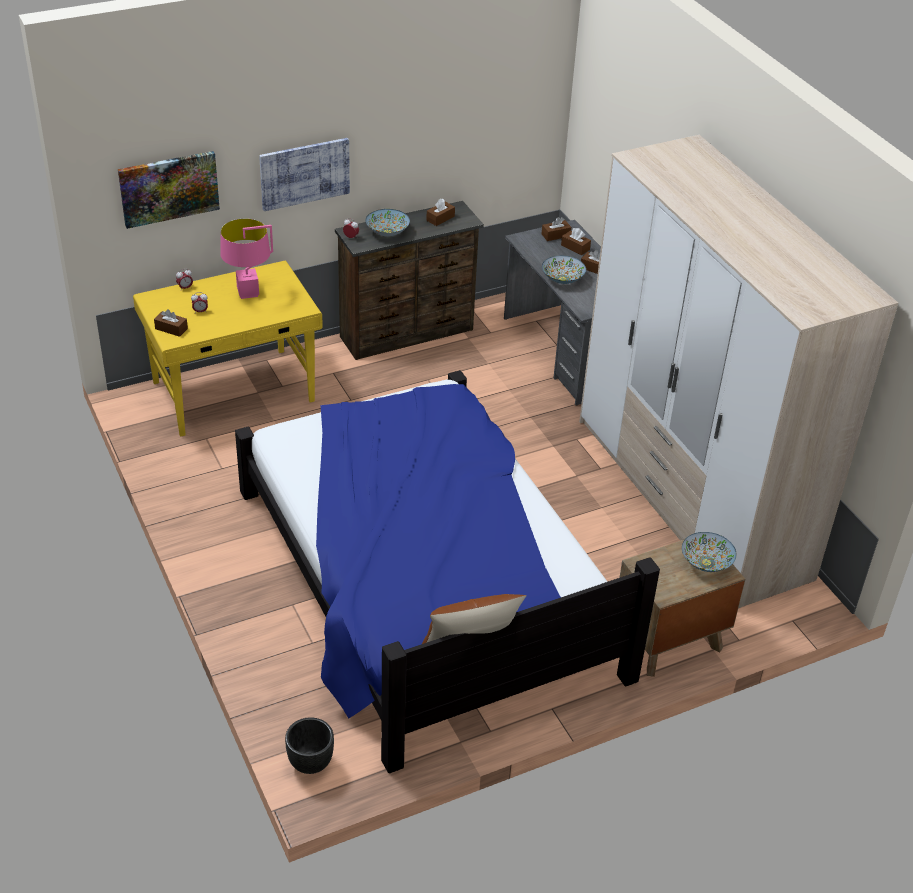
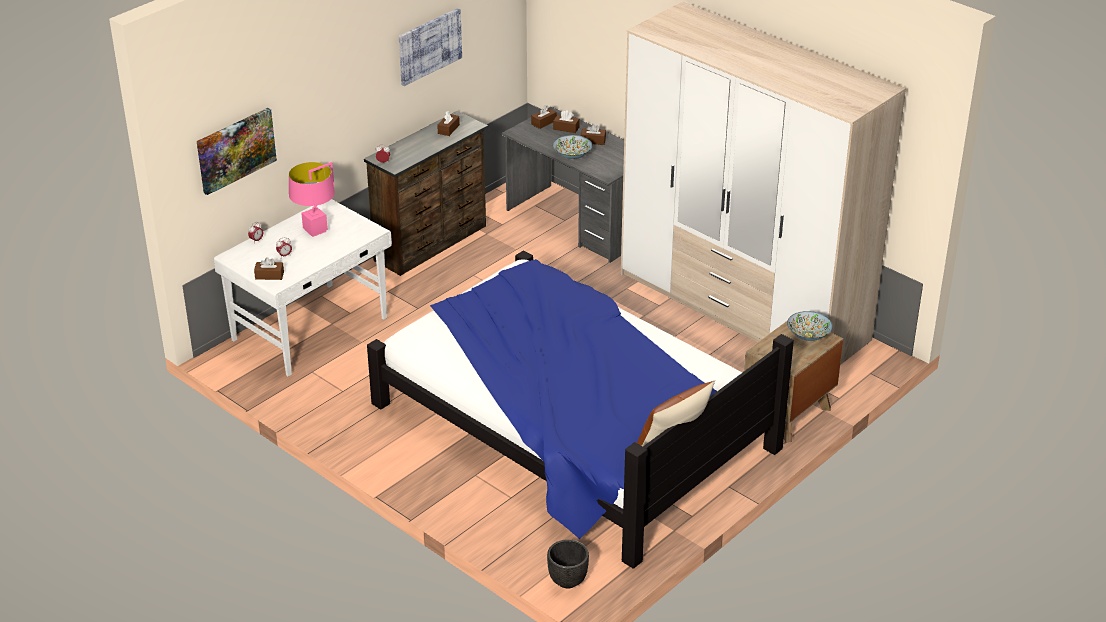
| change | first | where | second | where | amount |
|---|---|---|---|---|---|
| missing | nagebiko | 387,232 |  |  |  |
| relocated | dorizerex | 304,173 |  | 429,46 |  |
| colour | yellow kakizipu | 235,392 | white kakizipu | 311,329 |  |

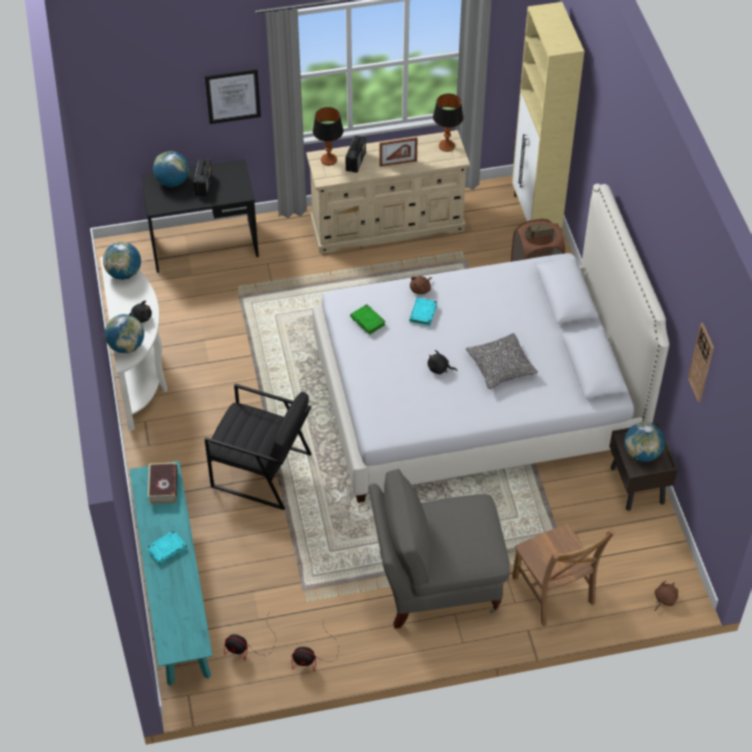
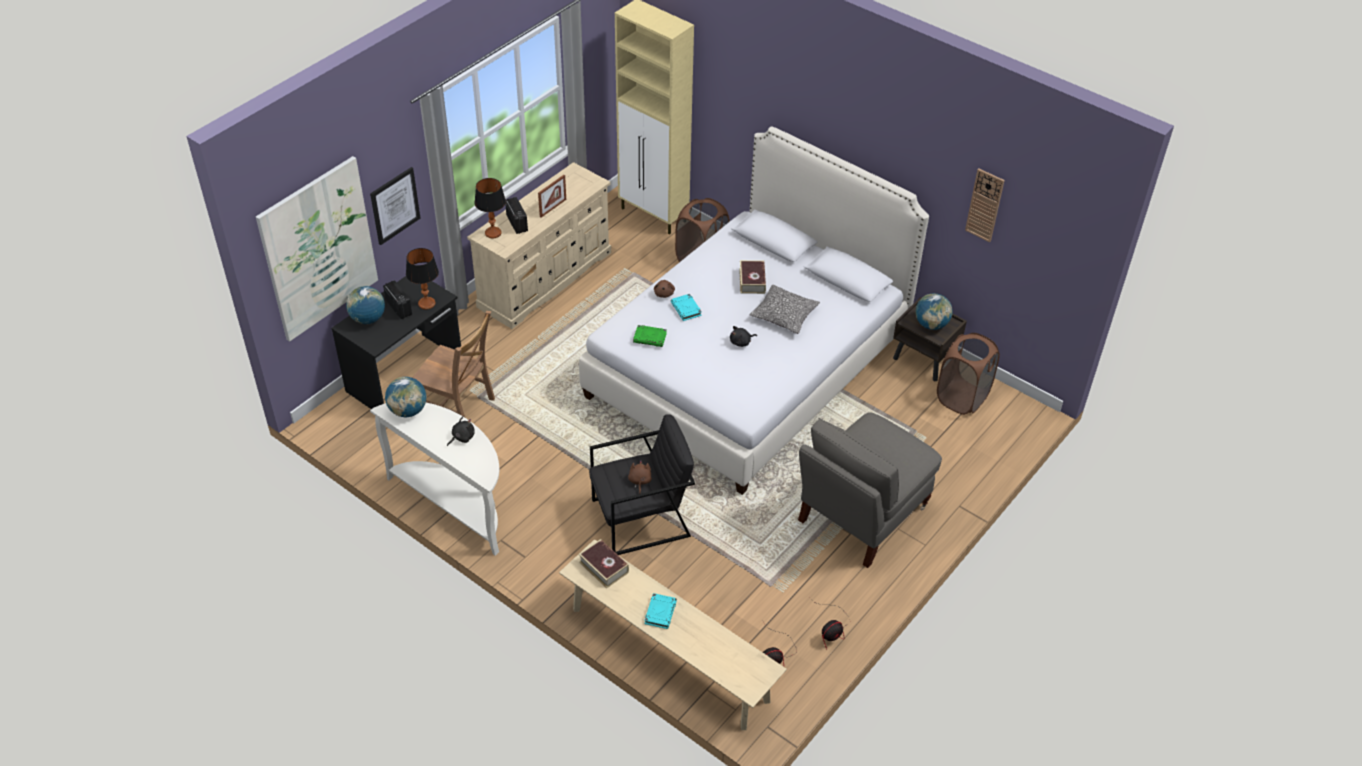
| change | first | where | second | where | amount |
|---|---|---|---|---|---|
| missing | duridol | 126,346 |  |  |  |
| appeared |  |  | dorizerex | 319,249 |  |
| appeared |  |  | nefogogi | 752,281 |  |
| appeared |  |  | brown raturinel | 962,398 |  |
| relocated | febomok | 446,146 |  | 426,303 |  |
| relocated | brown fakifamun | 554,593 |  | 459,409 |  |
| relocated | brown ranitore | 664,599 |  | 639,481 |  |
| colour | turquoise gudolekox | 174,590 | beige gudolekox | 669,654 |  |

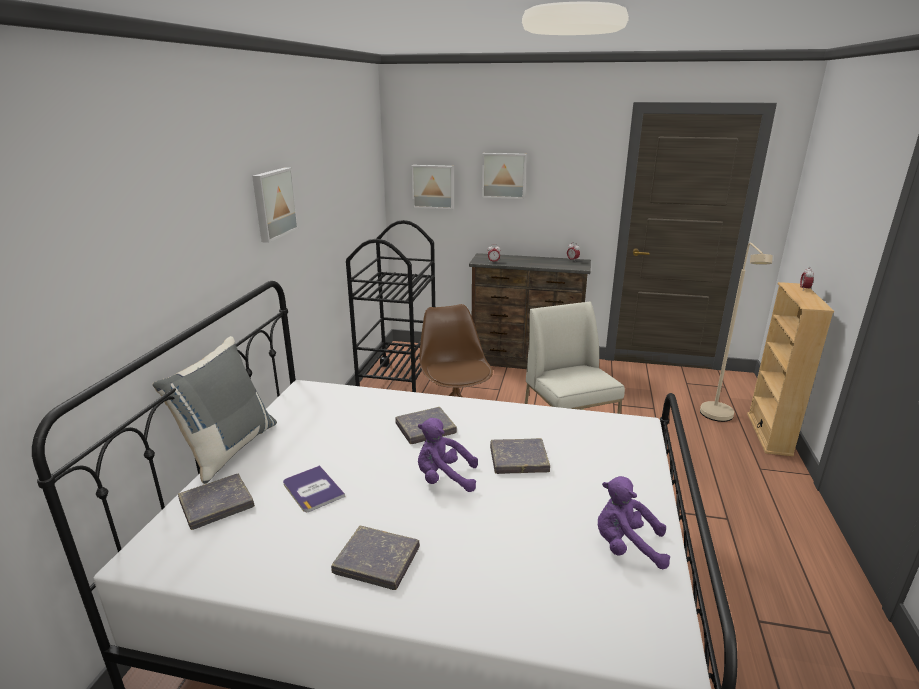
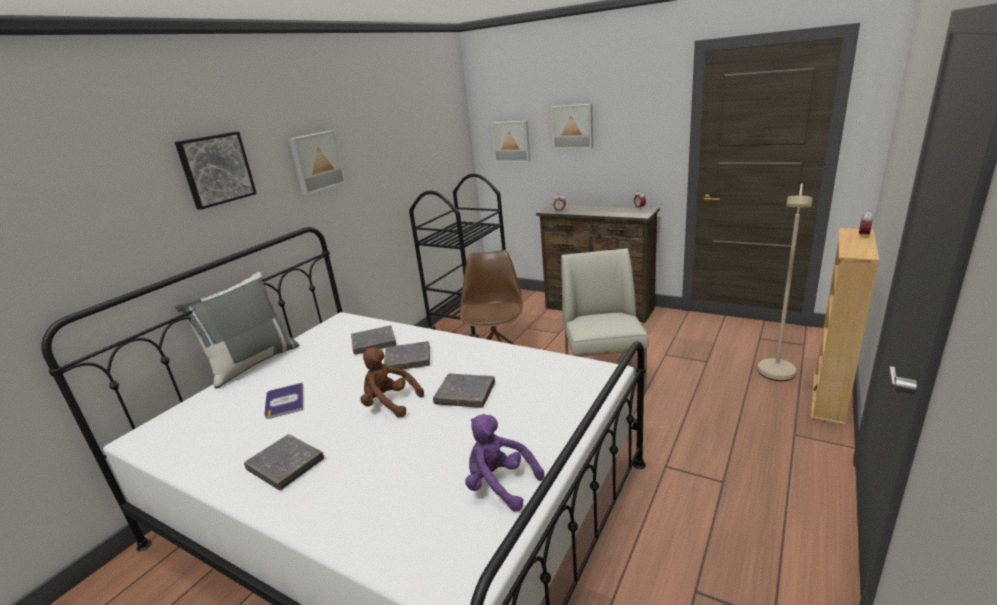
| change | first | where | second | where | amount |
|---|---|---|---|---|---|
| appeared |  |  | dorizerex | 216,169 |  |
| relocated | grey nefogogi | 217,505 |  | 374,343 |  |
| colour | purple ranitore | 444,478 | brown ranitore | 389,404 |  |

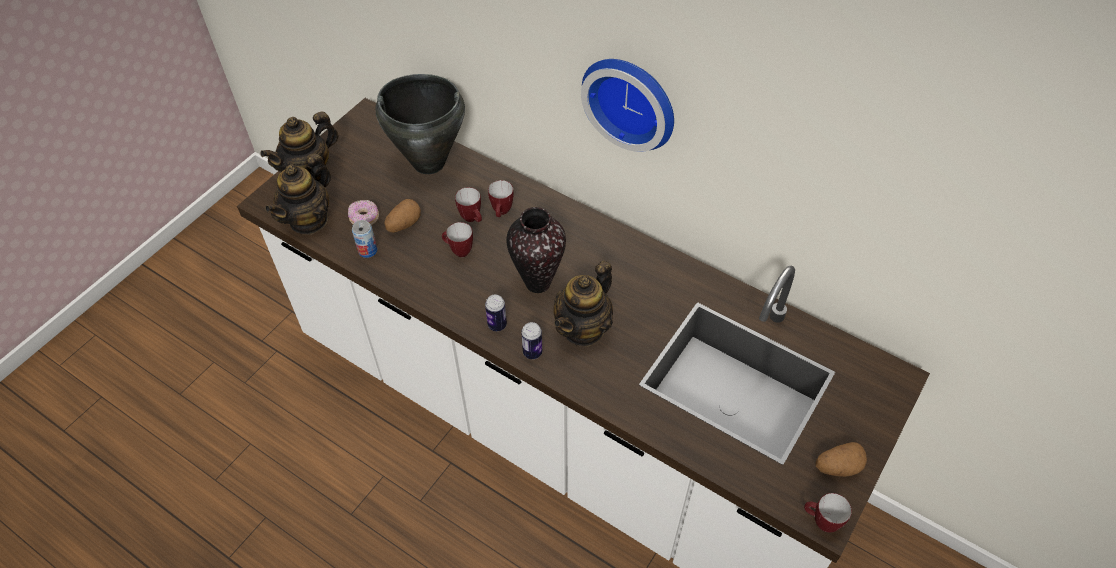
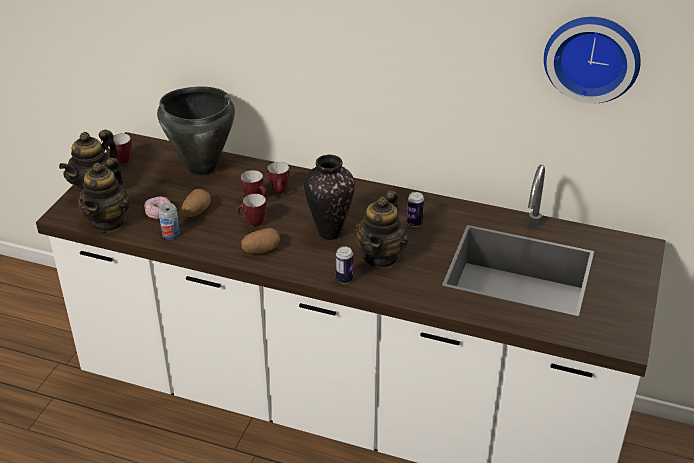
| change | first | where | second | where | amount |
|---|---|---|---|---|---|
| relocated | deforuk | 497,325 |  | 414,223 |  |
| relocated | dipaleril | 632,100 |  | 592,57 |  |
| relocated | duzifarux | 820,522 |  | 120,160 |  |
| relocated | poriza | 837,466 |  | 261,250 |  |

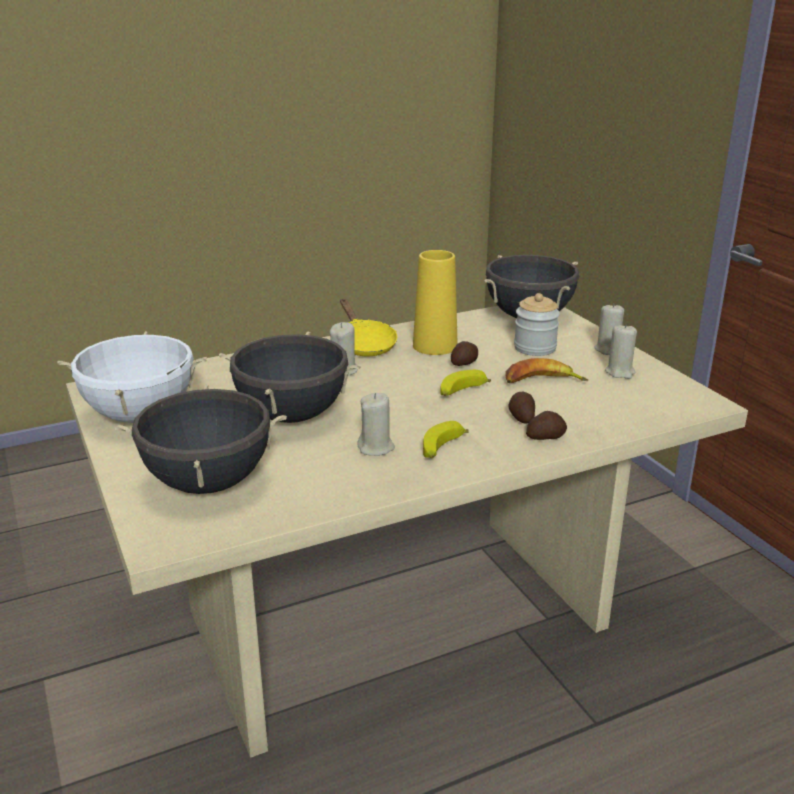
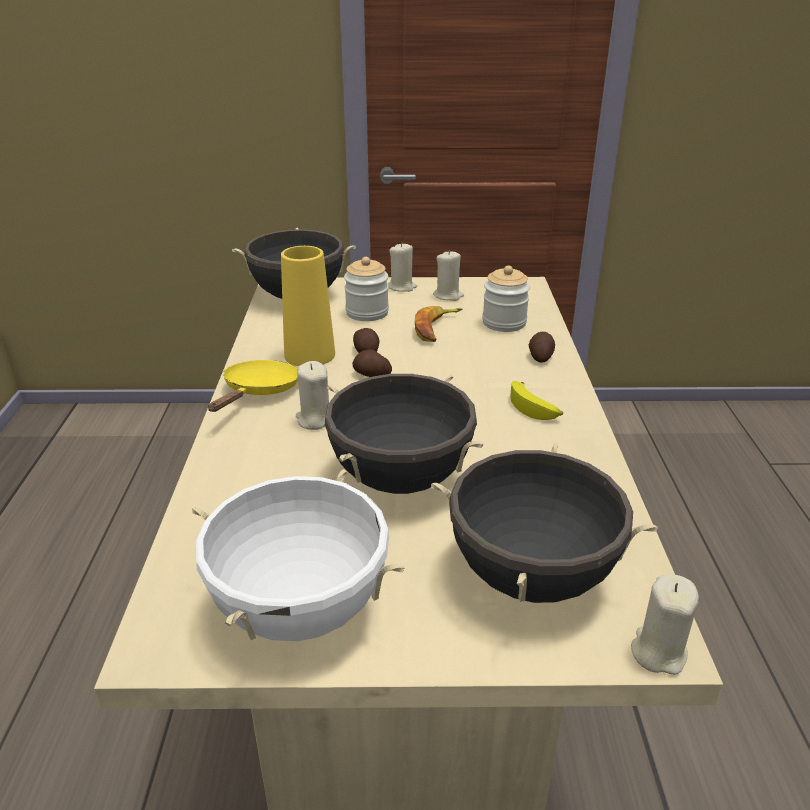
| change | first | where | second | where | amount |
|---|---|---|---|---|---|
| missing | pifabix | 461,392 |  |  |  |
| appeared |  |  | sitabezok | 504,323 |  |
| relocated | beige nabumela | 376,448 |  | 658,652 |  |
| relocated | poriza | 521,417 |  | 371,375 |  |
| spun | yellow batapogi | 363,344 |  | 259,391 | 75 degrees counterclockwise |

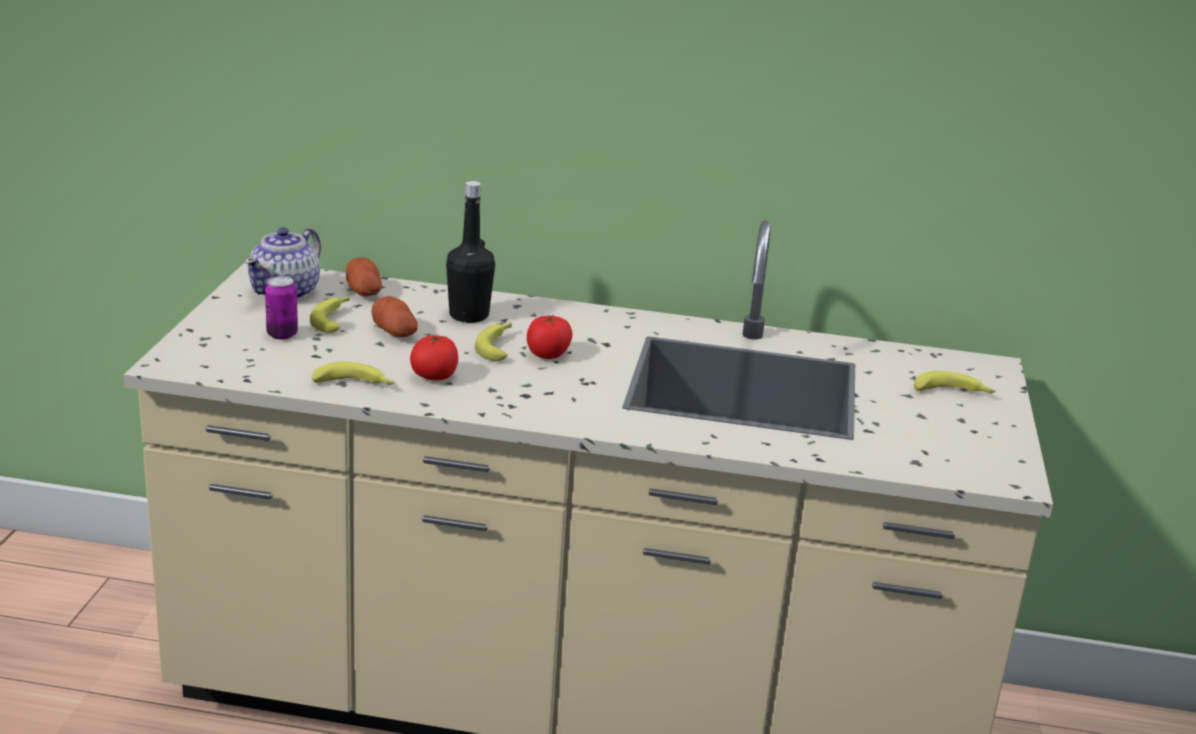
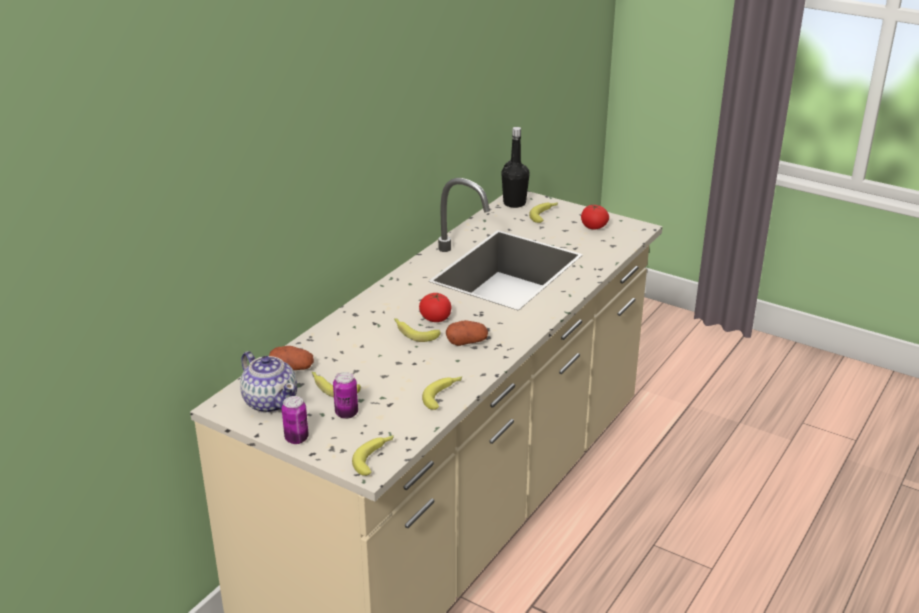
| change | first | where | second | where | amount |
|---|---|---|---|---|---|
| appeared |  |  | deforuk | 296,438 |  |
| appeared |  |  | pifabix | 375,458 |  |
| relocated | poriza | 394,332 |  | 467,342 |  |
| relocated | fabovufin | 434,376 |  | 593,227 |  |
| relocated | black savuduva | 469,315 |  | 514,203 |  |

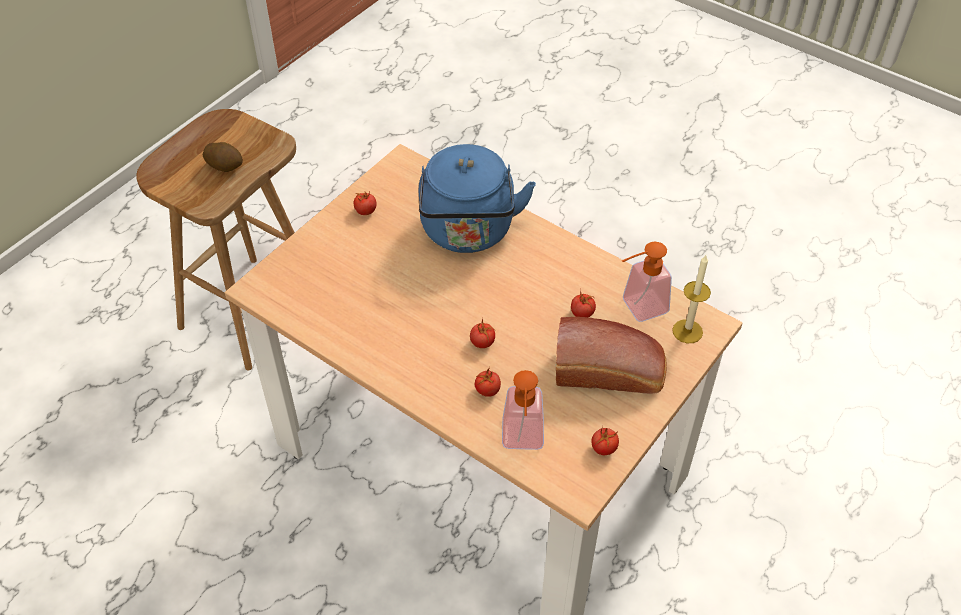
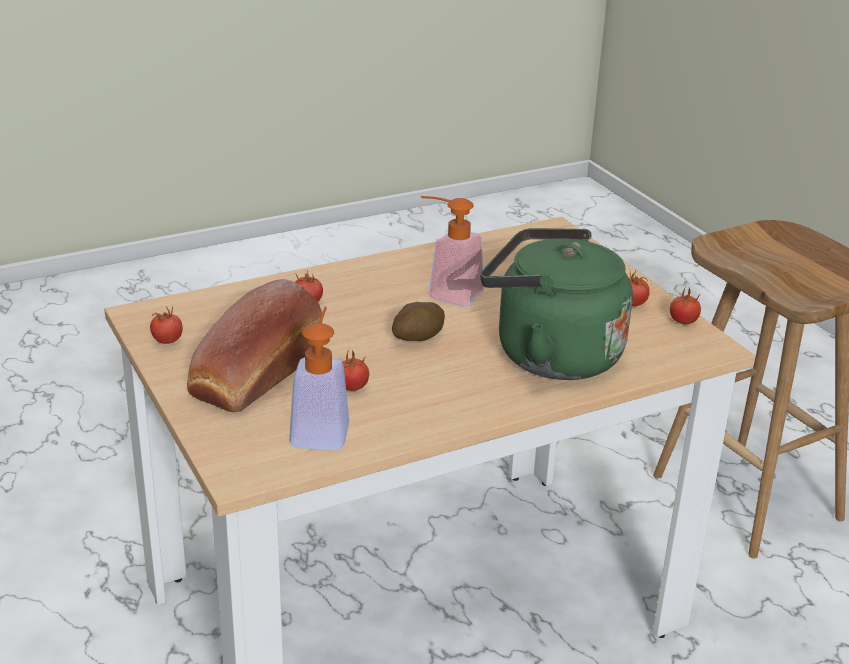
| change | first | where | second | where | amount |
|---|---|---|---|---|---|
| missing | nabumela | 687,331 |  |  |  |
| relocated | poriza | 225,165 |  | 417,338 |  |
| relocated | fabovufin | 482,343 |  | 683,322 |  |
| relocated | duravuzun | 522,441 |  | 446,293 |  |
| colour | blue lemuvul | 468,232 | green lemuvul | 549,355 |  |

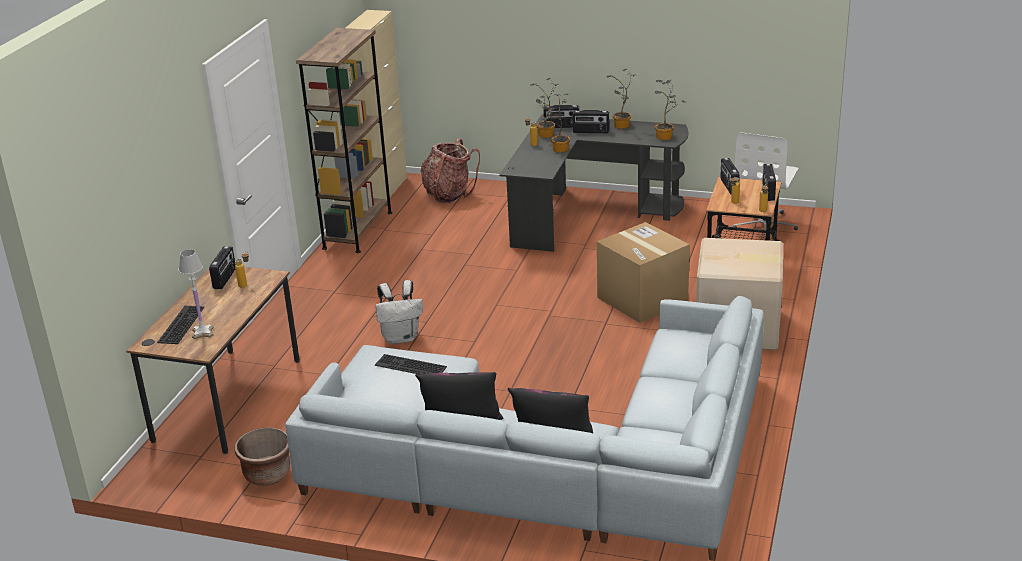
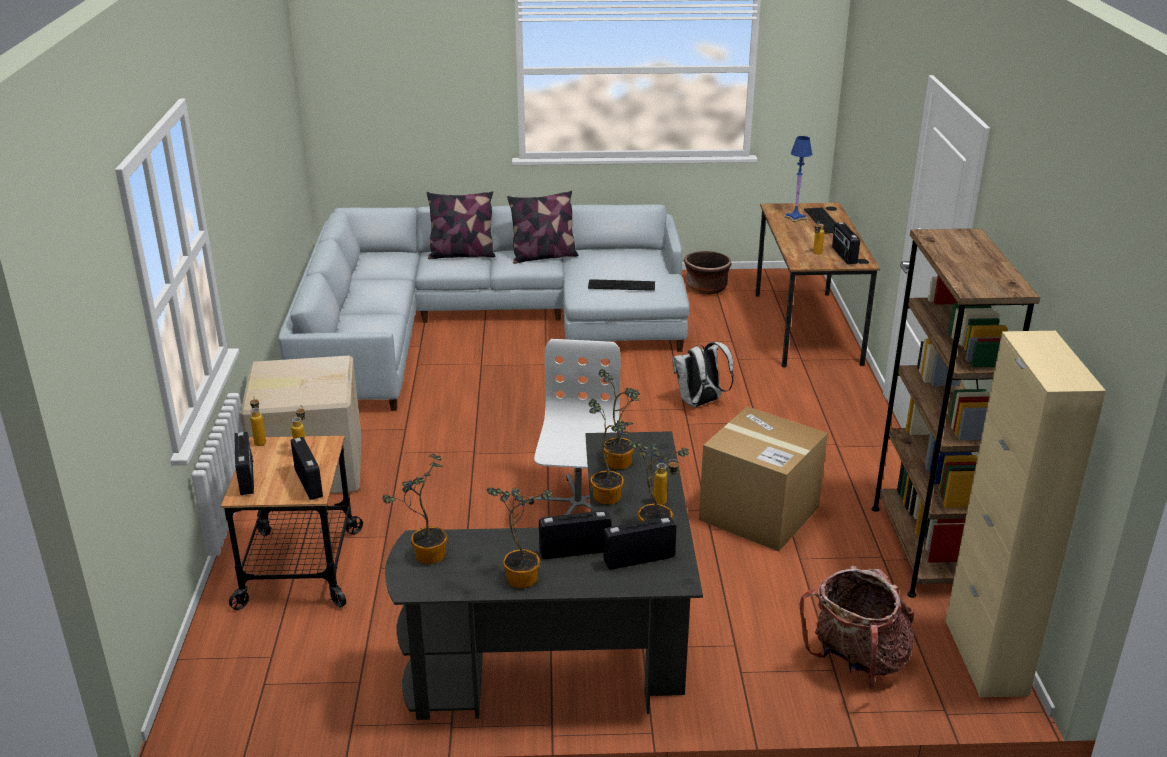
| change | first | where | second | where | amount |
|---|---|---|---|---|---|
| appeared |  |  | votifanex | 620,460 |  |
| relocated | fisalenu | 642,299 |  | 759,513 |  |
| relocated | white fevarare | 765,225 |  | 577,507 |  |
| colour | white febomok | 202,333 | blue febomok | 795,218 |  |

